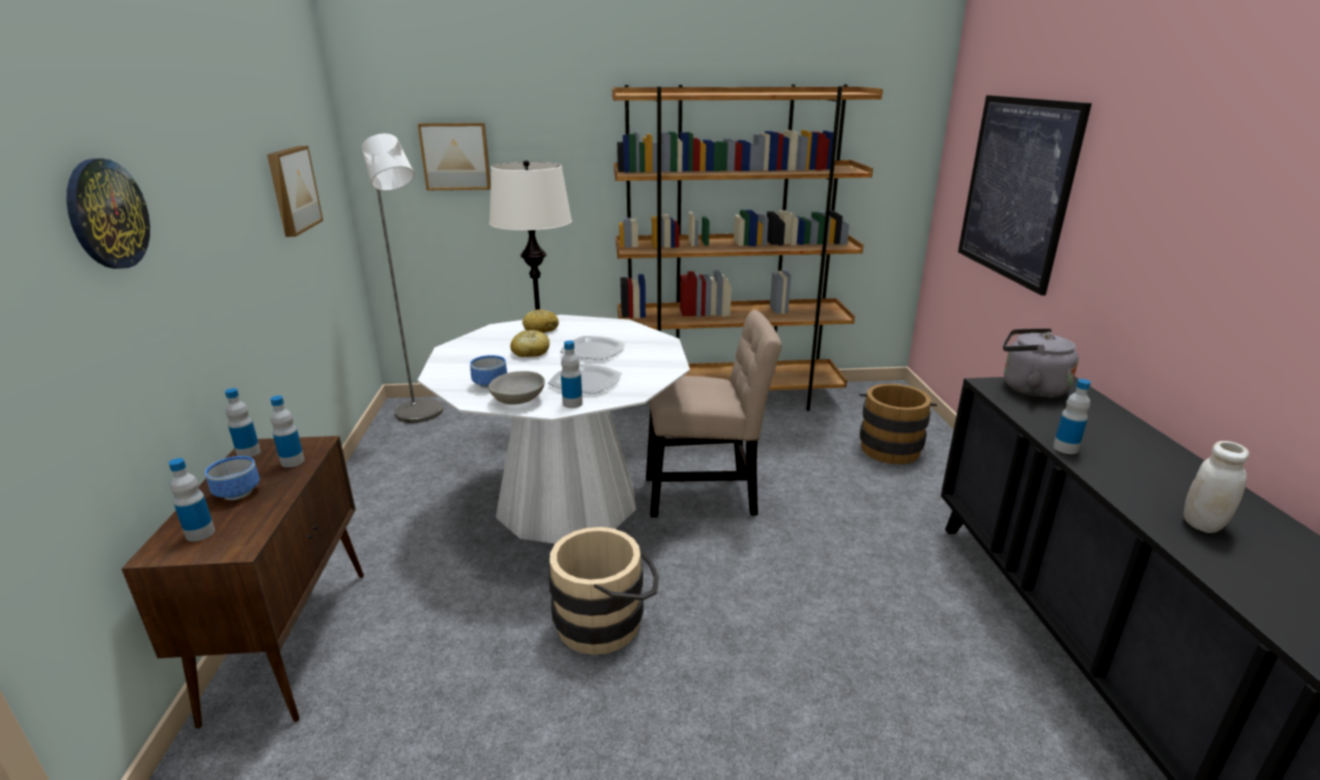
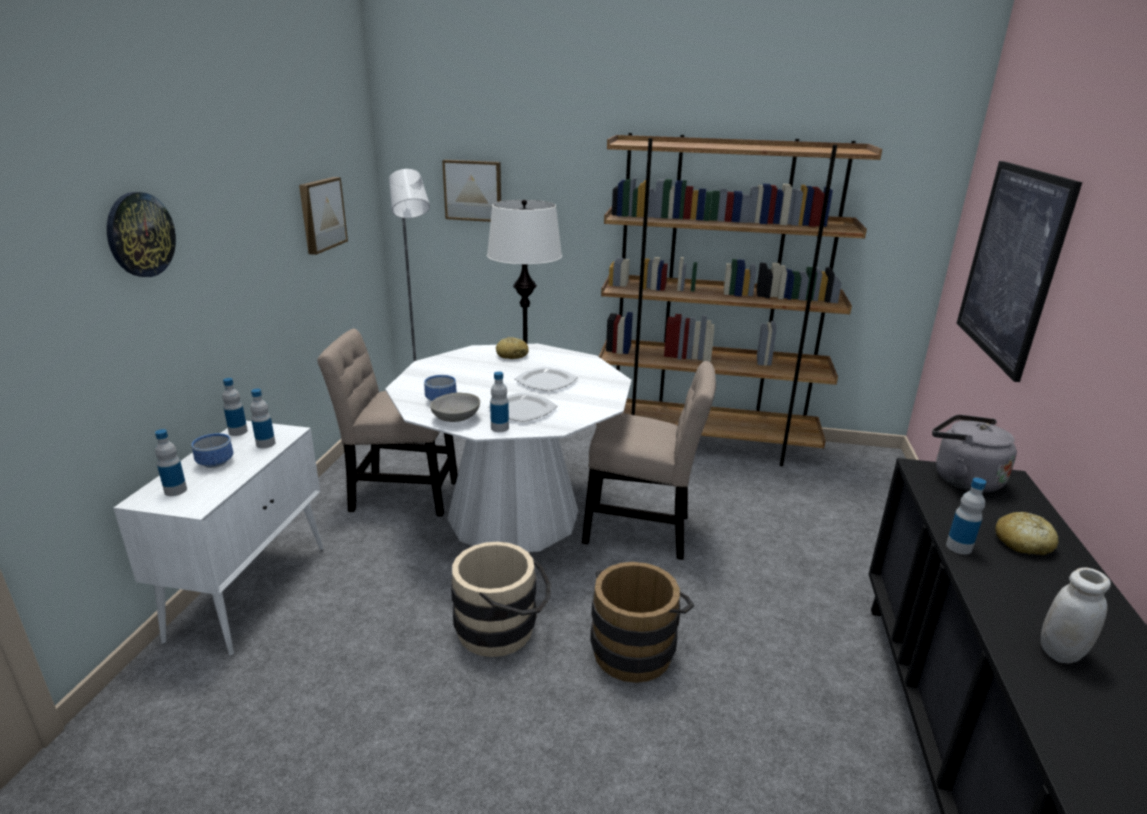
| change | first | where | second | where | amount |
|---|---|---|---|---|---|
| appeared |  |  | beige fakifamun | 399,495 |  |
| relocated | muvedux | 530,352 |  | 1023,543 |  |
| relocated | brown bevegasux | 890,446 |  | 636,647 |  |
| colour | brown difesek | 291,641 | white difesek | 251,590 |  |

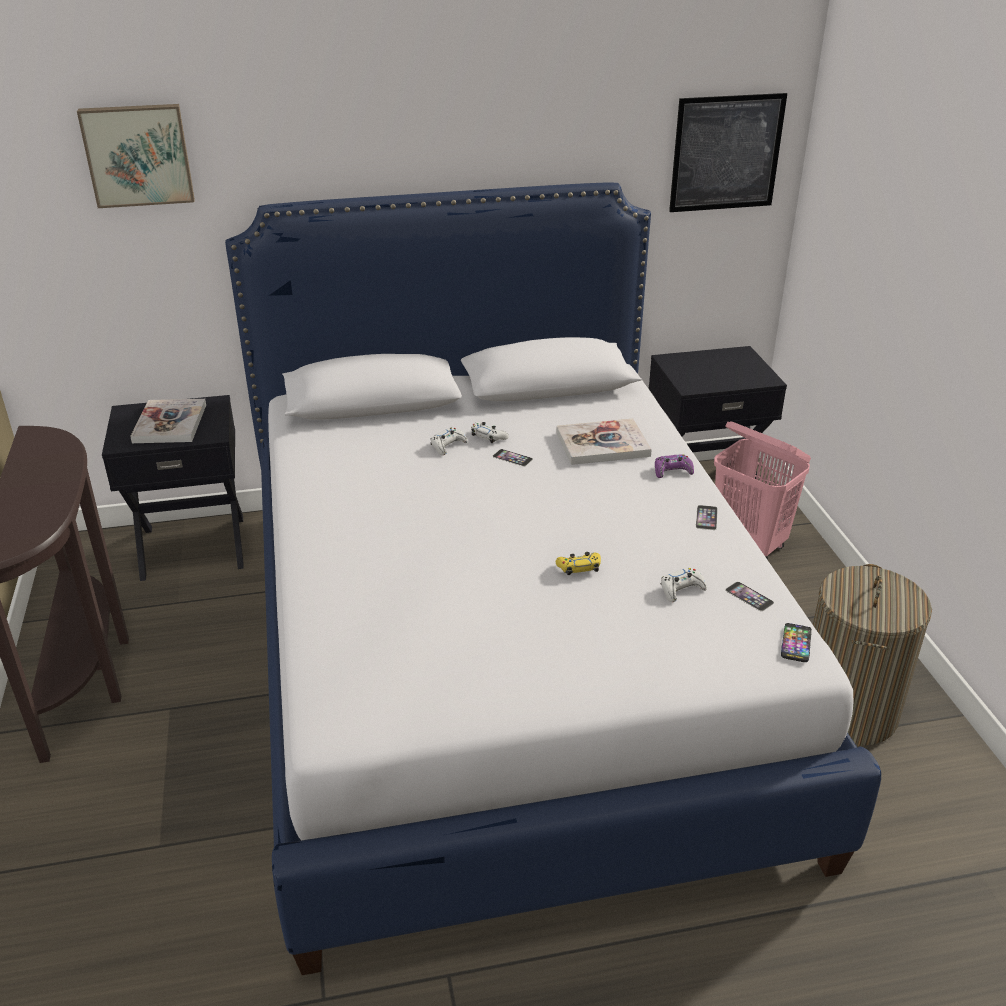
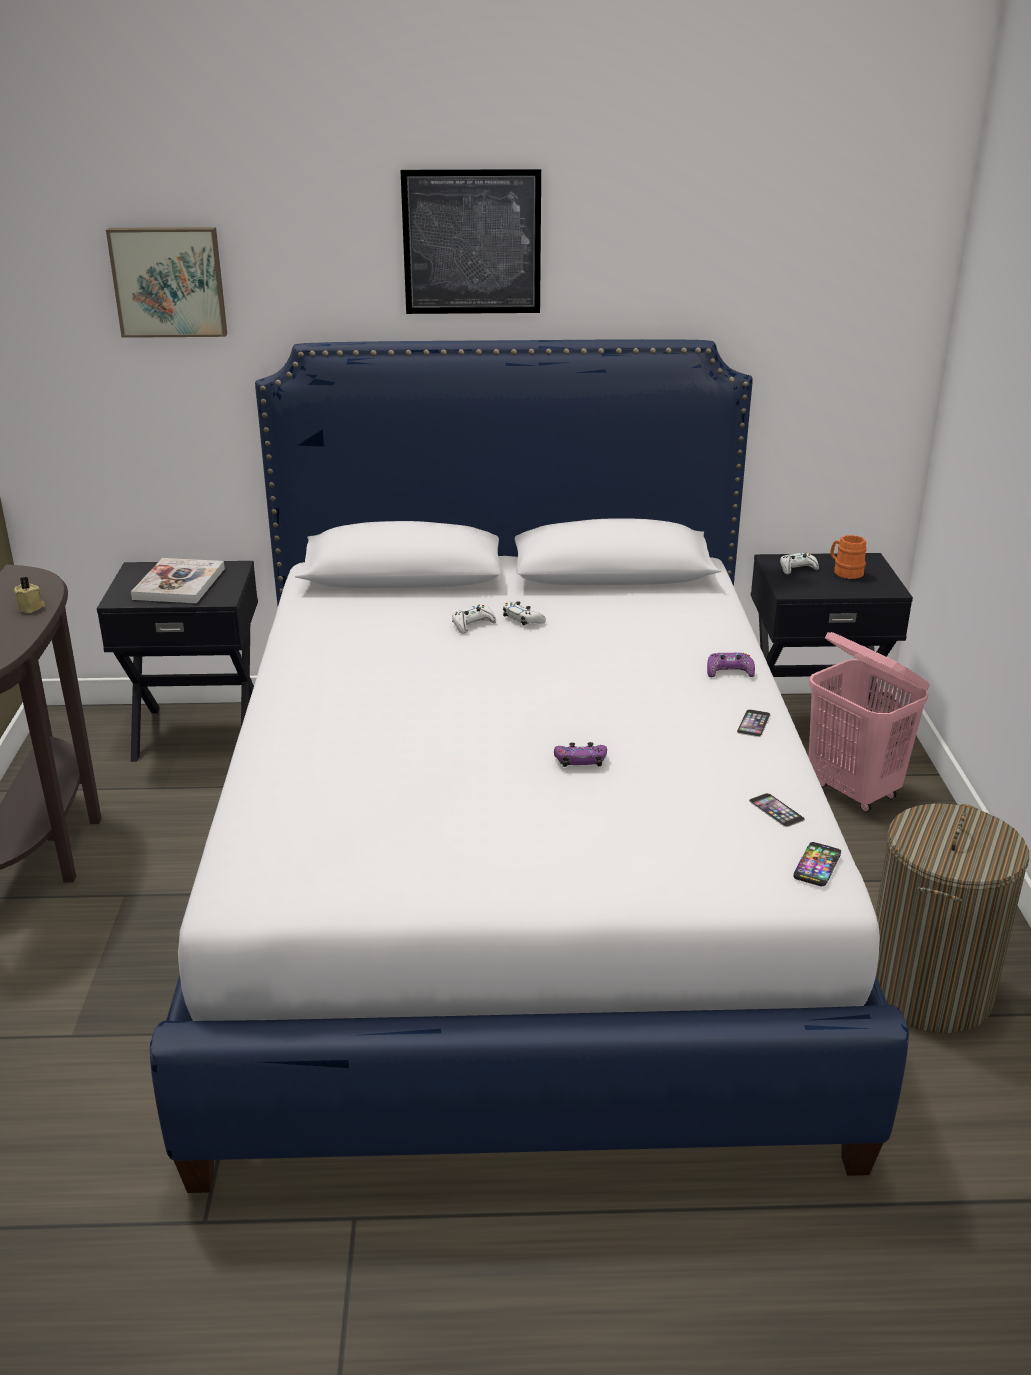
| change | first | where | second | where | amount |
|---|---|---|---|---|---|
| missing | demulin | 512,457 |  |  |  |
| missing | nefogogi | 602,444 |  |  |  |
| appeared |  |  | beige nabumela | 31,607 |  |
| appeared |  |  | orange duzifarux | 845,572 |  |
| relocated | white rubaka | 681,589 |  | 797,568 |  |
| relocated | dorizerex | 726,153 |  | 472,242 |  |
| colour | yellow rubaka | 579,567 | purple rubaka | 580,760 |  |

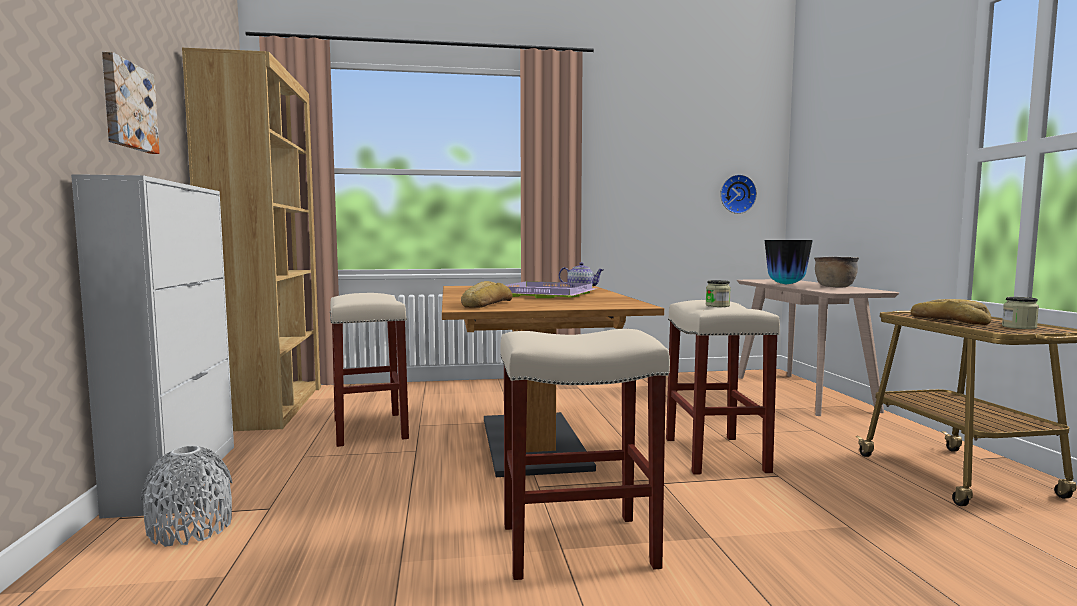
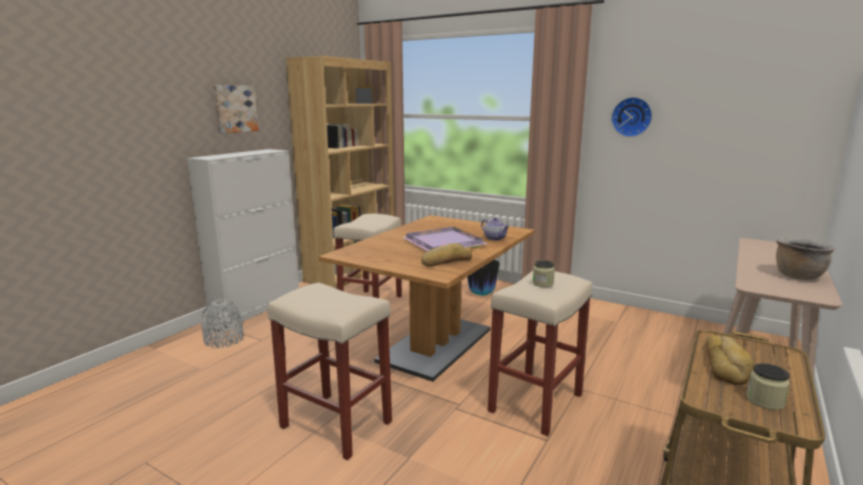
| change | first | where | second | where | amount |
|---|---|---|---|---|---|
| relocated | muvedux | 485,304 |  | 445,261 |  |
| relocated | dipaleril | 737,194 |  | 632,117 |  |
| relocated | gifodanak | 786,284 |  | 481,294 |  |

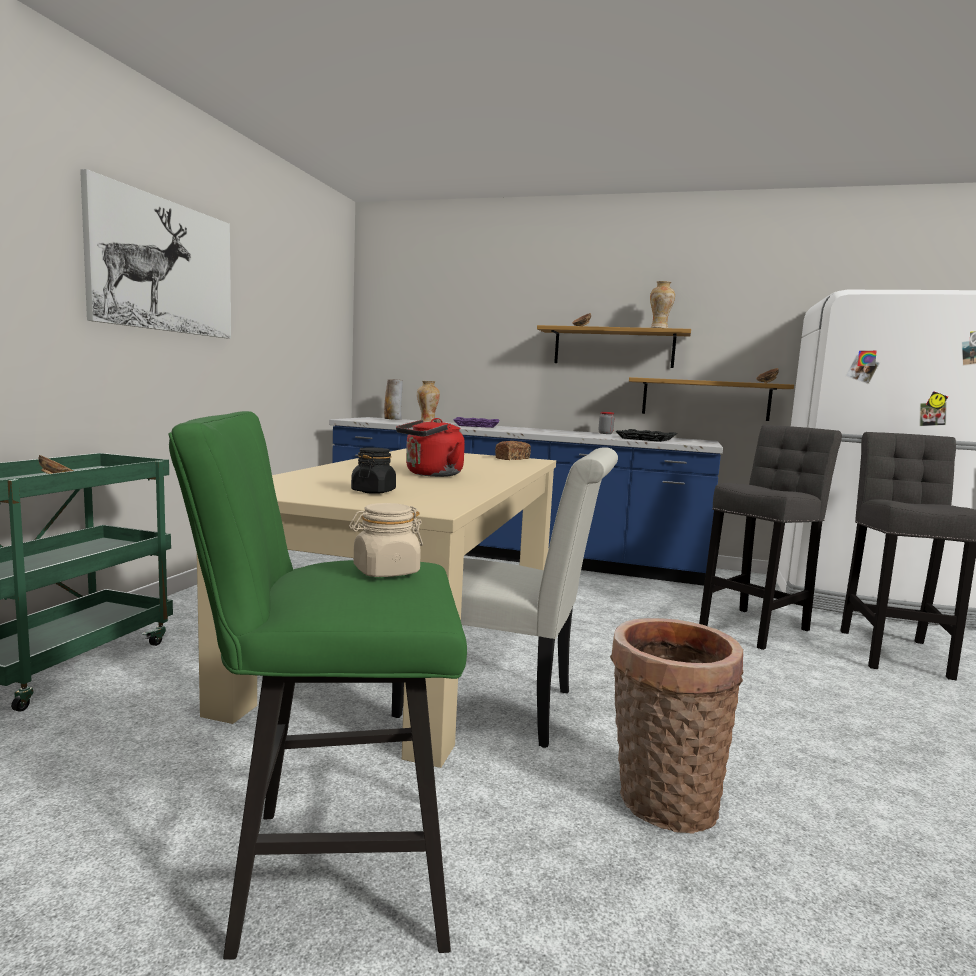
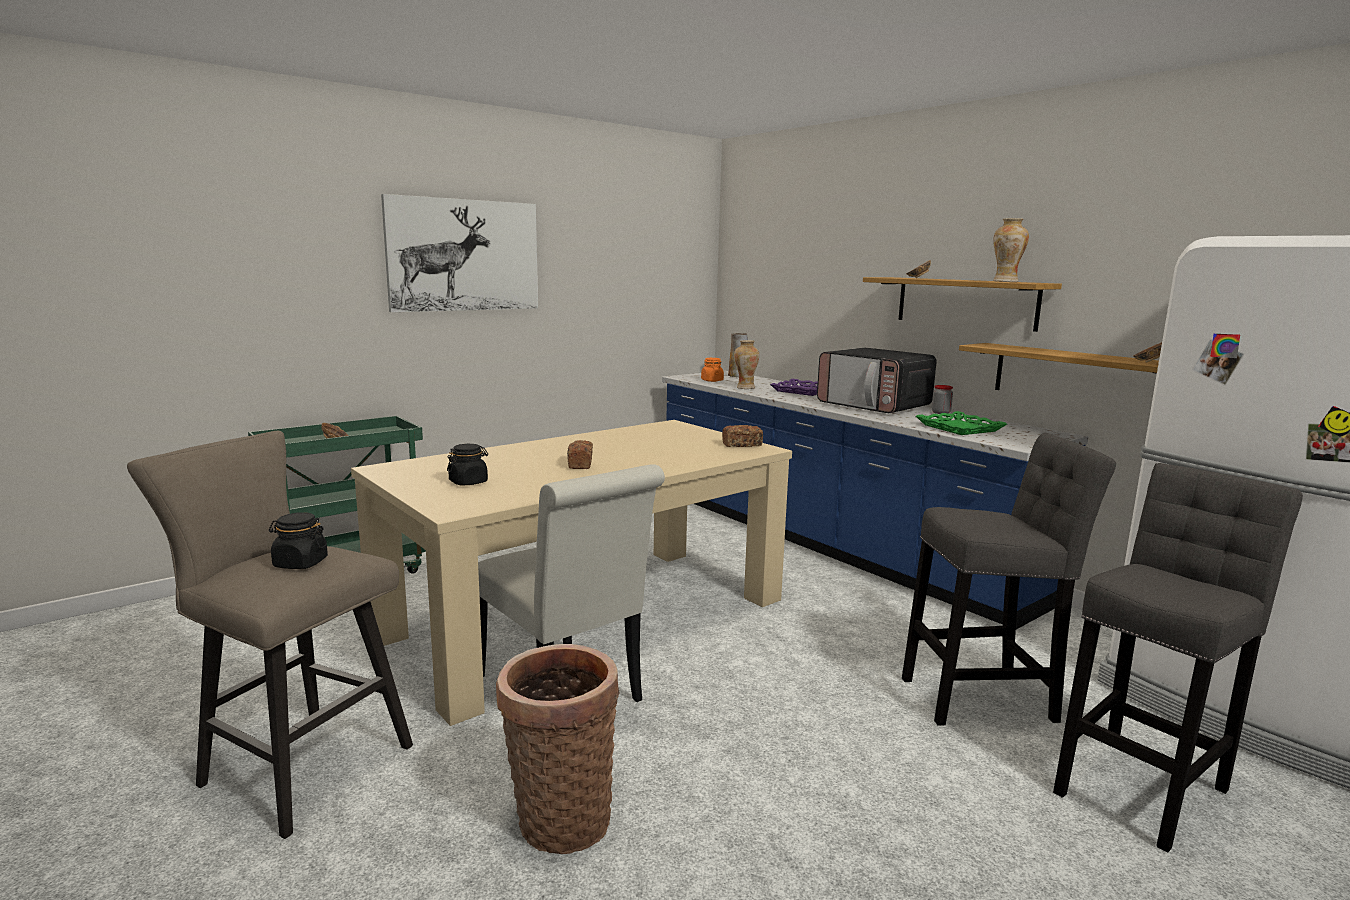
| change | first | where | second | where | amount |
|---|---|---|---|---|---|
| appeared |  |  | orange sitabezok | 712,380 |  |
| appeared |  |  | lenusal | 874,406 |  |
| exchanged | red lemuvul | 431,474 | muvedux | 580,464 |  |
| colour | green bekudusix | 326,871 | beige bekudusix | 296,763 |  |
| colour | beige sitabezok | 385,572 | black sitabezok | 300,563 |  |
| colour | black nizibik | 646,439 | green nizibik | 960,428 |  |

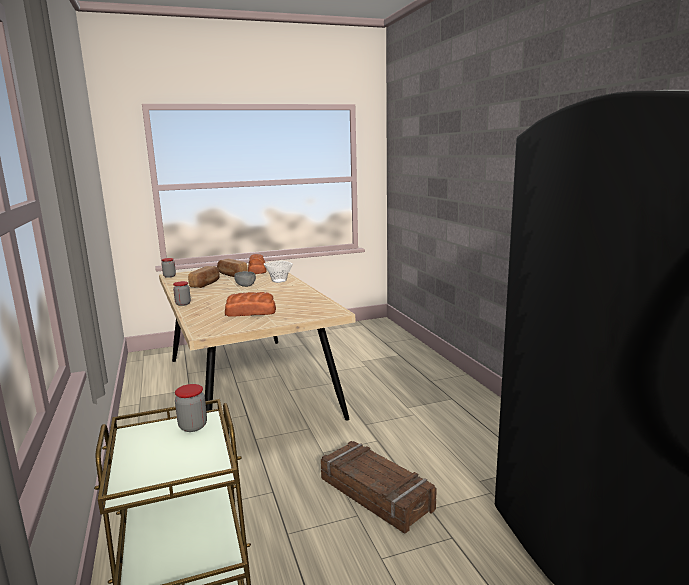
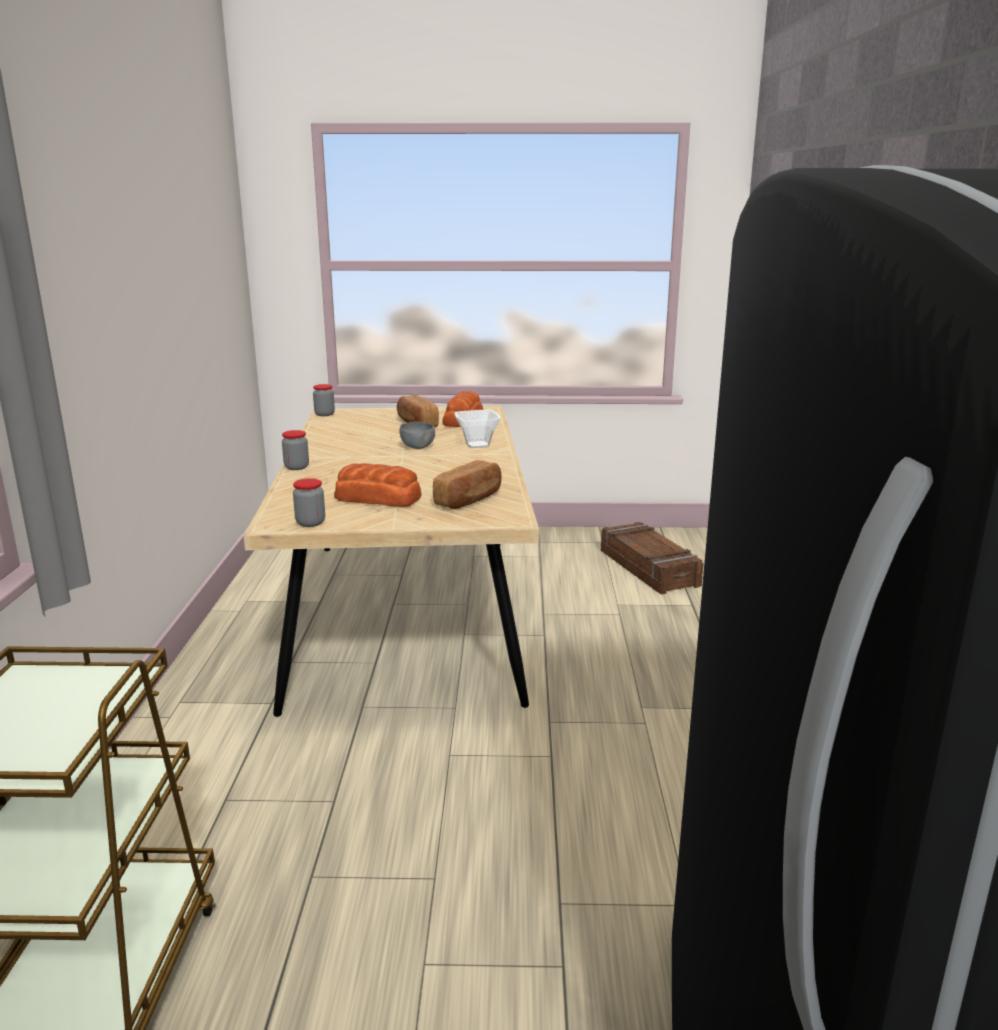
| change | first | where | second | where | amount |
|---|---|---|---|---|---|
| relocated | sitabezok | 193,426 |  | 310,523 |  |
| relocated | muvedux | 206,284 |  | 469,499 |  |
| relocated | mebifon | 376,493 |  | 649,568 |  |

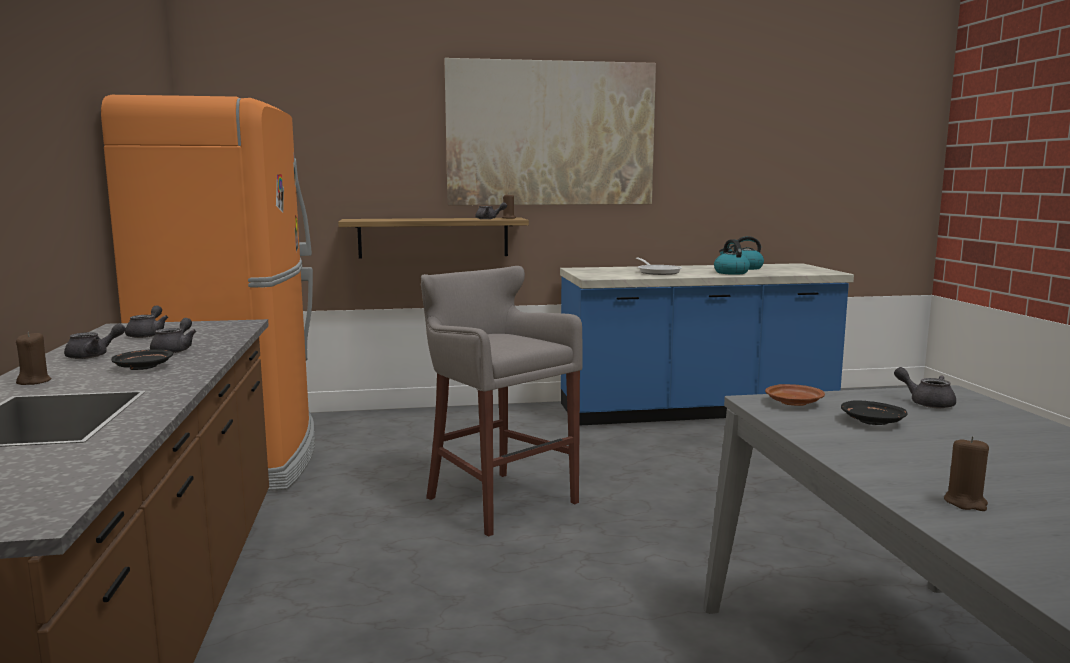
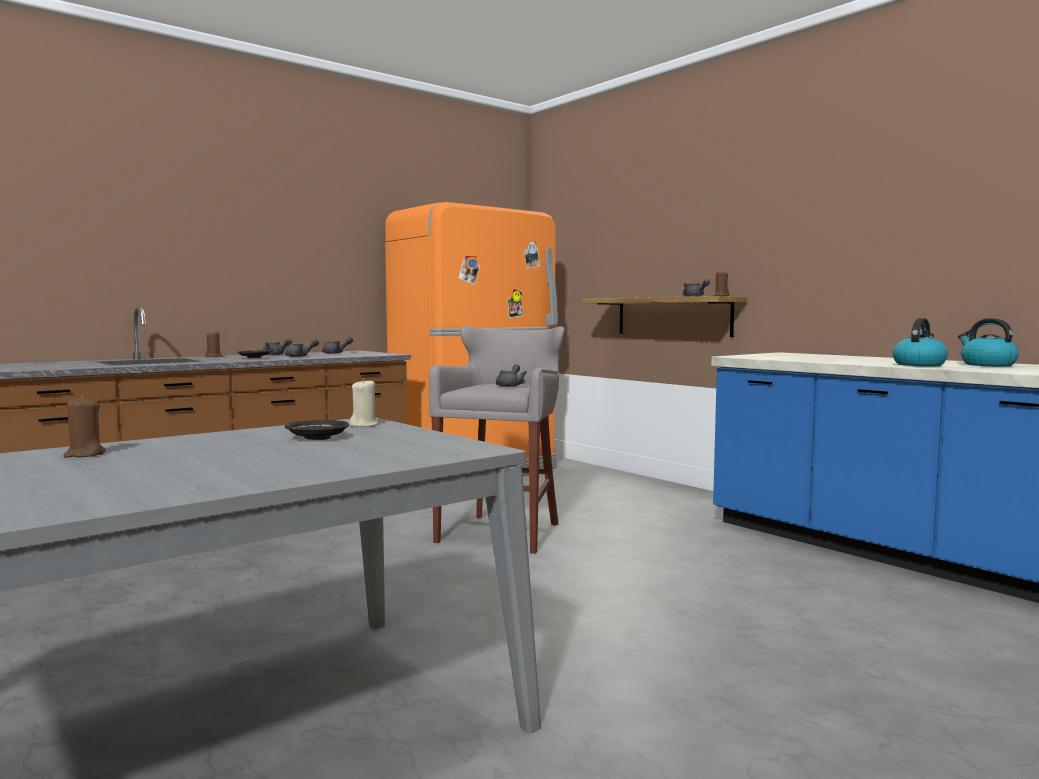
| change | first | where | second | where | amount |
|---|---|---|---|---|---|
| missing | dorizerex | 551,134 |  |  |  |
| missing | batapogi | 657,272 |  |  |  |
| relocated | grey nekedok | 926,403 |  | 510,385 |  |
| exchanged | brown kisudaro | 794,403 | beige nabumela | 364,425 |  |

